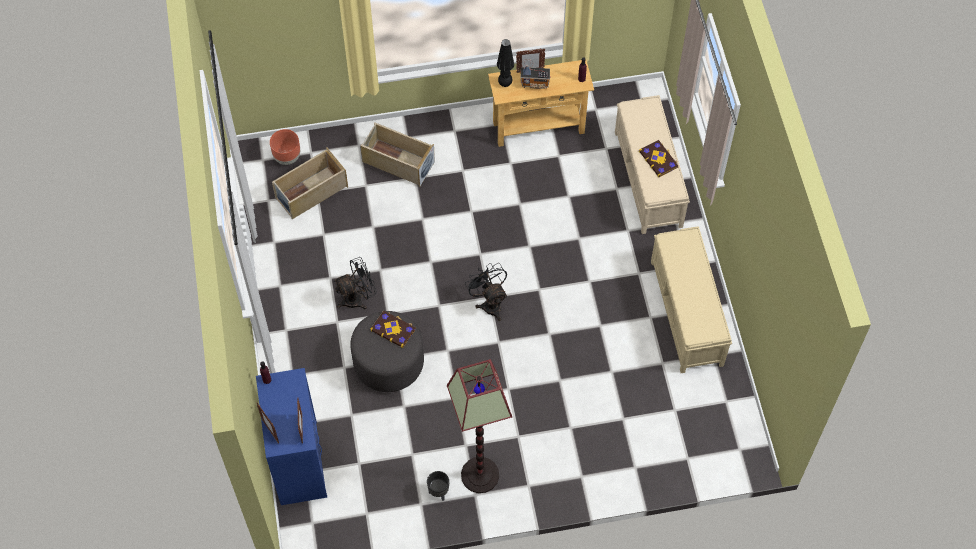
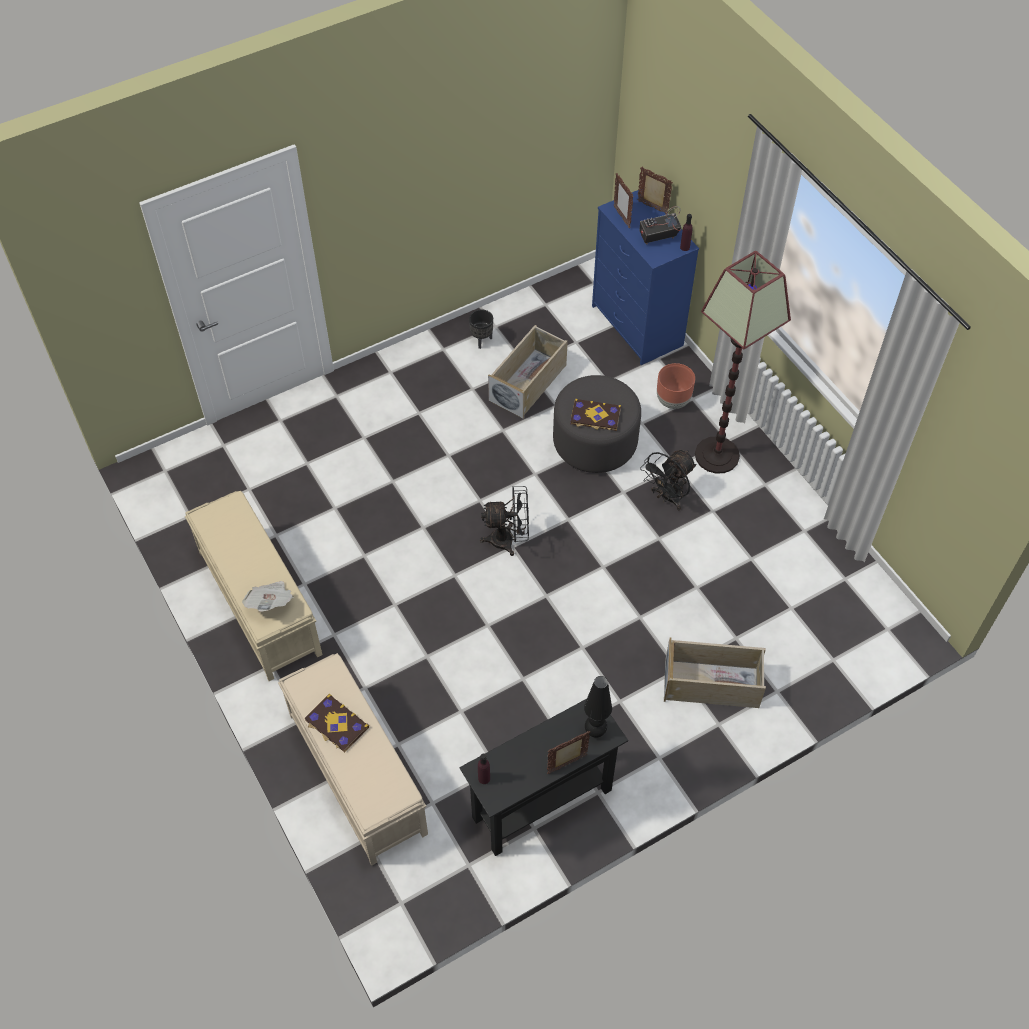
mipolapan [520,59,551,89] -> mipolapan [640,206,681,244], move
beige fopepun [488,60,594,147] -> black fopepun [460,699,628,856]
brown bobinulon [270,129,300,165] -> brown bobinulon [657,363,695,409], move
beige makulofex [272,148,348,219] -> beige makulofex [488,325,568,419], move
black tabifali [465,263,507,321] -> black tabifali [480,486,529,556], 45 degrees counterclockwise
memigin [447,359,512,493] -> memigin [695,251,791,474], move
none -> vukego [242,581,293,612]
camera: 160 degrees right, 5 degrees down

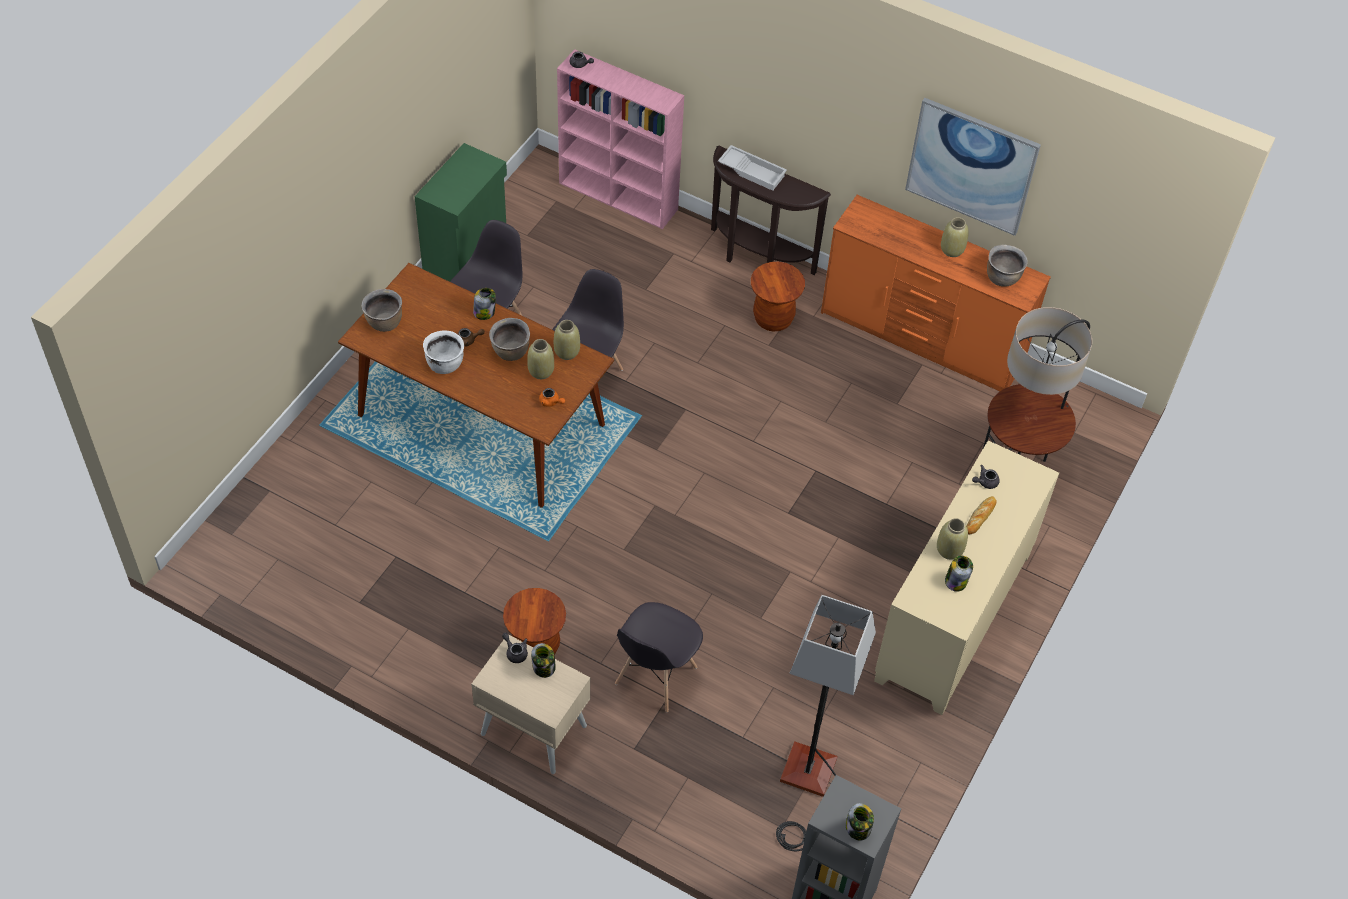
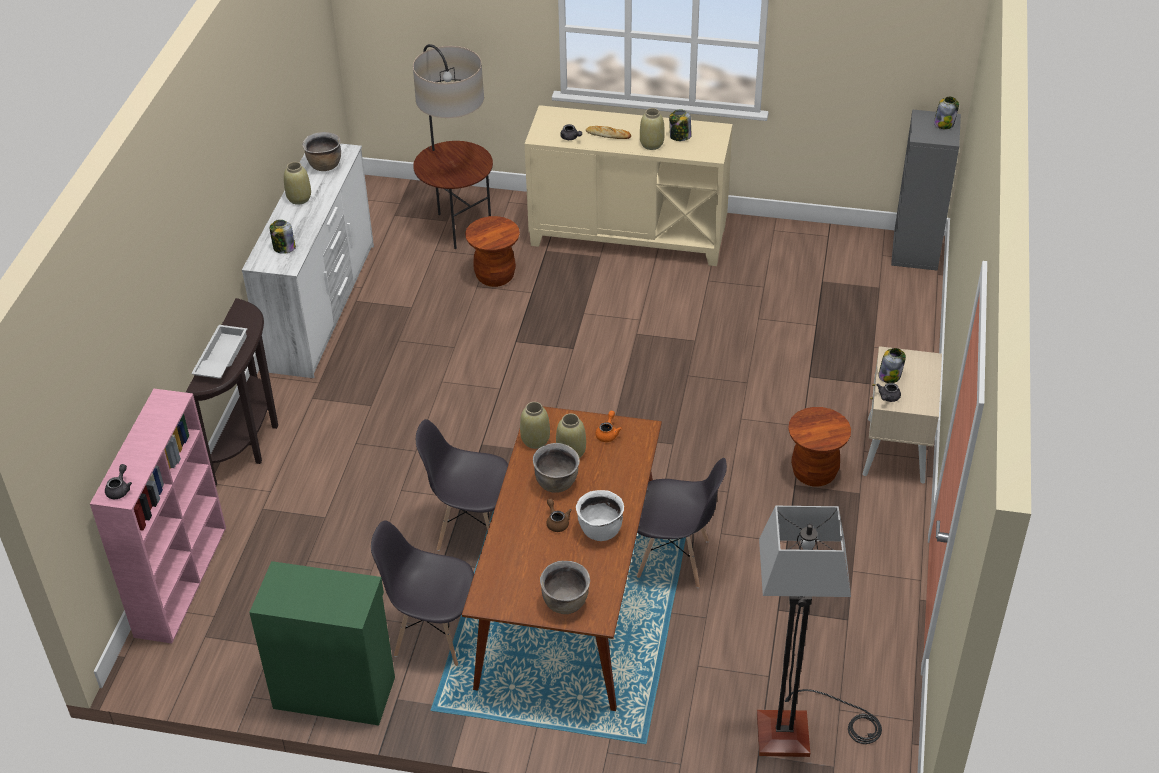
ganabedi [905,98,1041,236] -> none
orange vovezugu [821,195,1051,391] -> white vovezugu [242,143,374,378]
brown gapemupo [751,262,805,331] -> brown gapemupo [465,216,520,287], move
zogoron [473,288,496,320] -> zogoron [270,220,296,254], move
memigin [776,595,876,851] -> memigin [757,506,882,757], move
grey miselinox [615,602,703,713] -> grey miselinox [637,458,727,588], move
camera: 105 degrees left, 10 degrees down

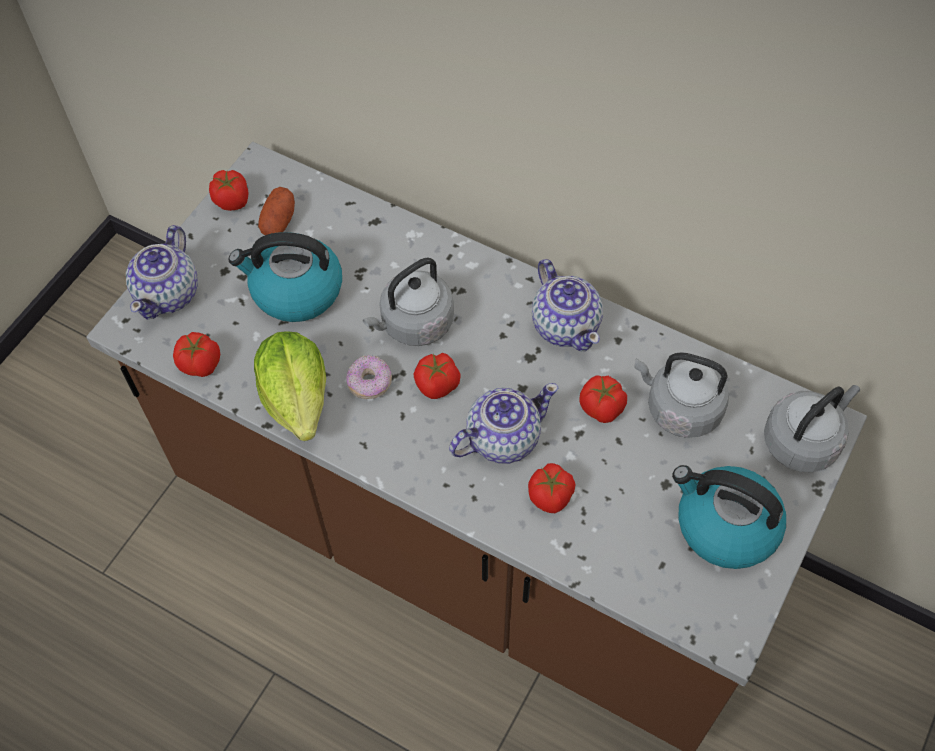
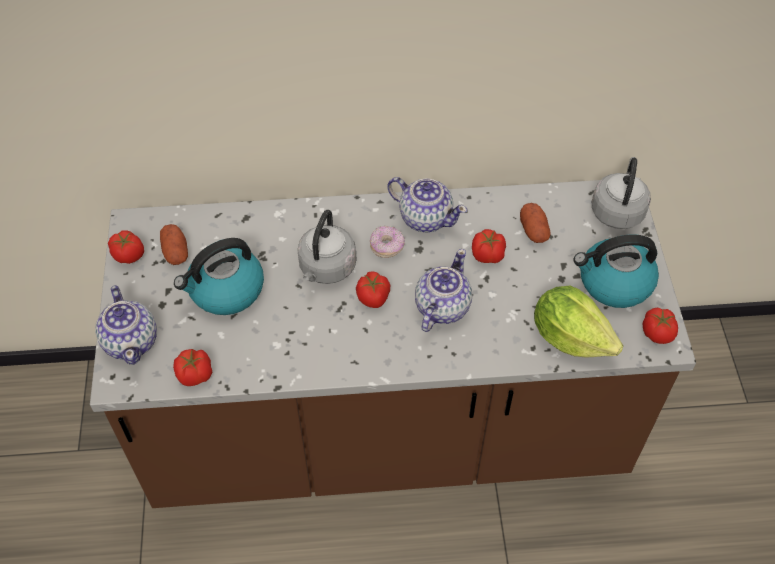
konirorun [254,331,326,441] -> konirorun [534,285,623,358], move
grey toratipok [634,352,729,438] -> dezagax [520,203,551,243]
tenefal [346,355,392,399] -> tenefal [370,226,405,258], move
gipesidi [528,463,576,513] -> gipesidi [642,308,678,344], move
camera: 35 degrees left, 5 degrees down

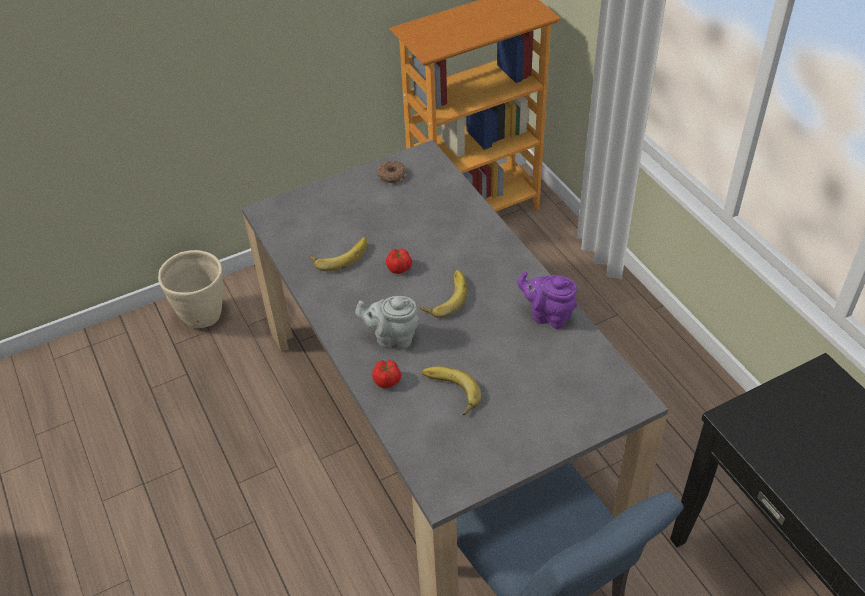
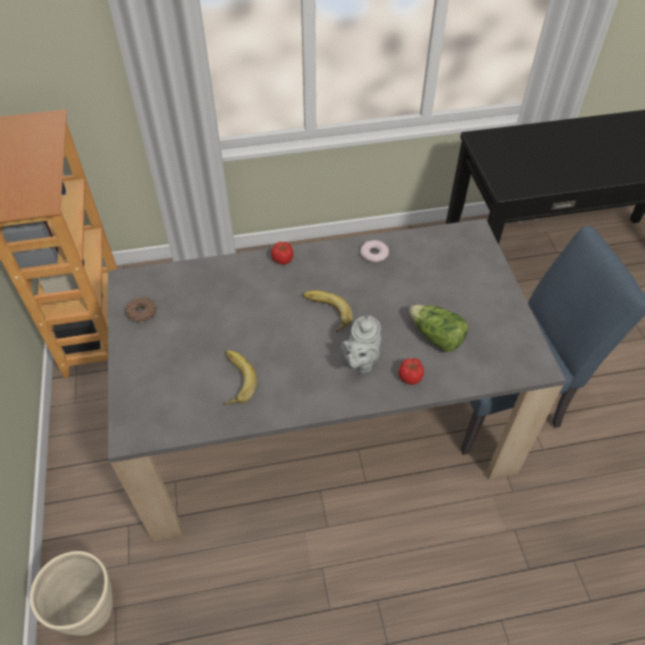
gipesidi [386,249,412,274] -> gipesidi [271,242,293,265], move
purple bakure [517,271,577,329] -> tenefal [360,240,389,262]
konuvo [422,366,482,415] -> konirorun [409,305,468,352]
camera: 75 degrees left, 5 degrees up

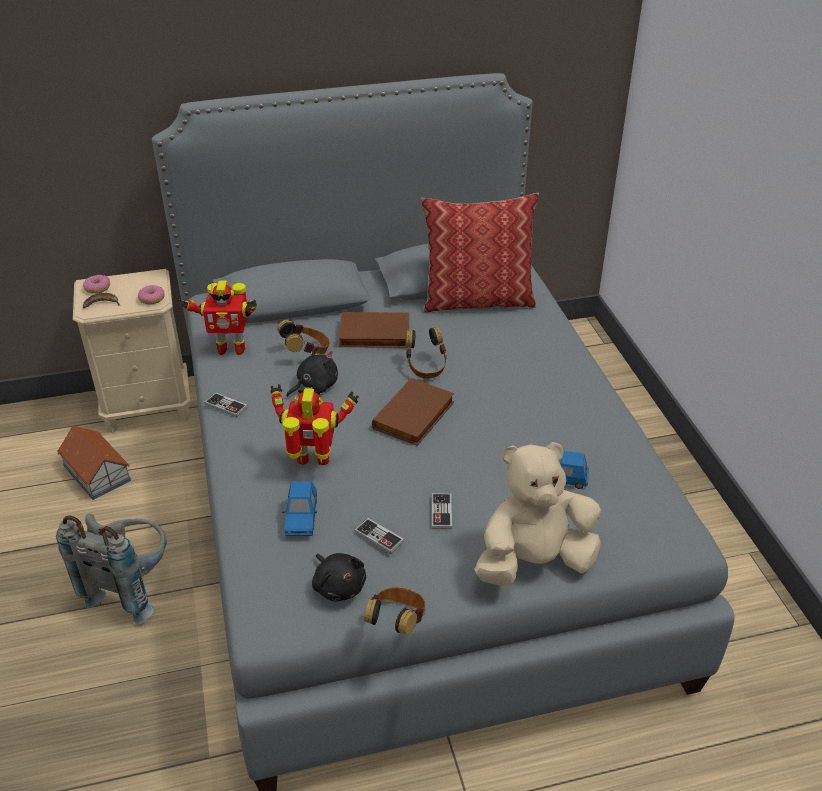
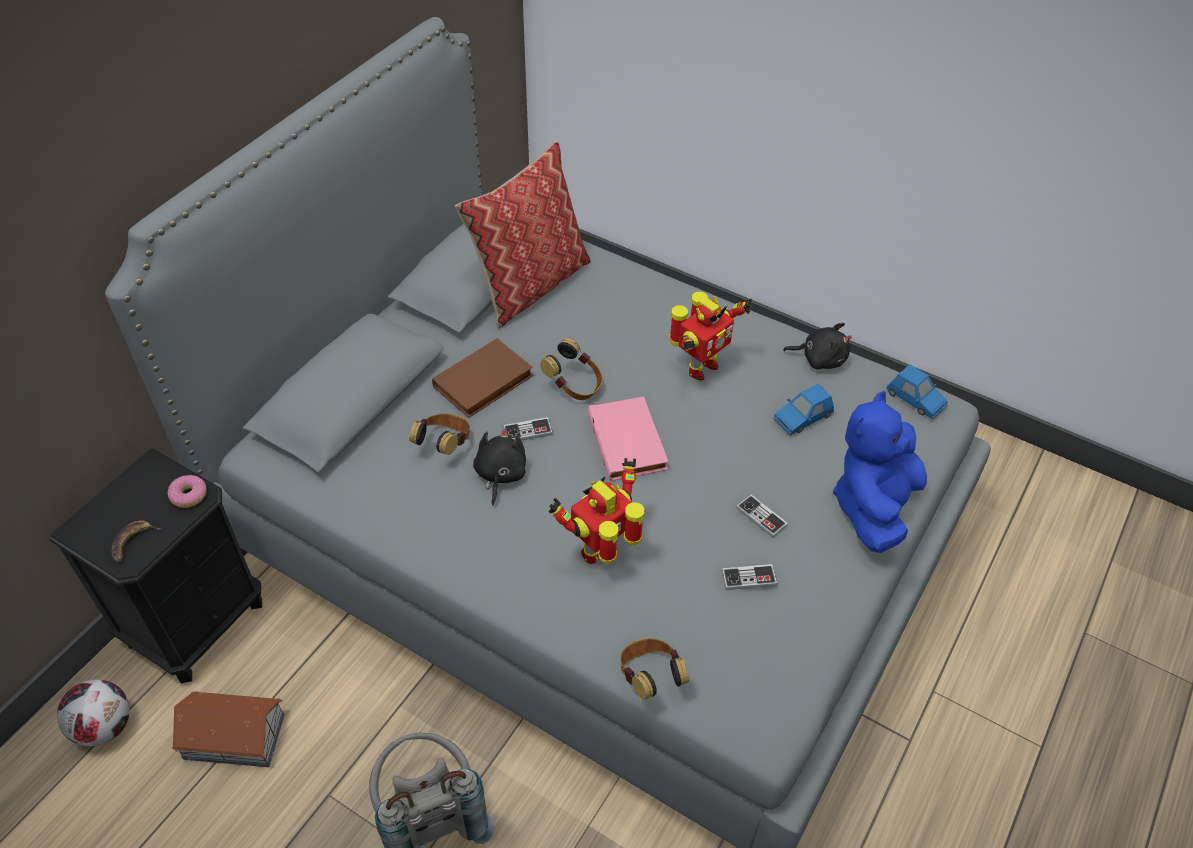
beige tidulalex [73,269,191,433] -> black tidulalex [49,449,262,683]
tenefal [83,275,110,294] -> none
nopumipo [178,281,257,355] -> nopumipo [669,292,752,381], move
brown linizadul [372,378,455,446] -> pink linizadul [588,396,668,481]
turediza [205,392,248,418] -> turediza [503,417,553,441], move
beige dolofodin [475,442,601,586] -> blue dolofodin [833,391,927,553]
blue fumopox [282,481,317,536] -> blue fumopox [887,364,948,419], move
black dolofodin [312,553,366,602] -> black dolofodin [783,323,852,370], move
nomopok [364,587,425,635] -> nomopok [620,638,689,700], move
none -> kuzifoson [57,679,130,746]
camera: 45 degrees left, 10 degrees up

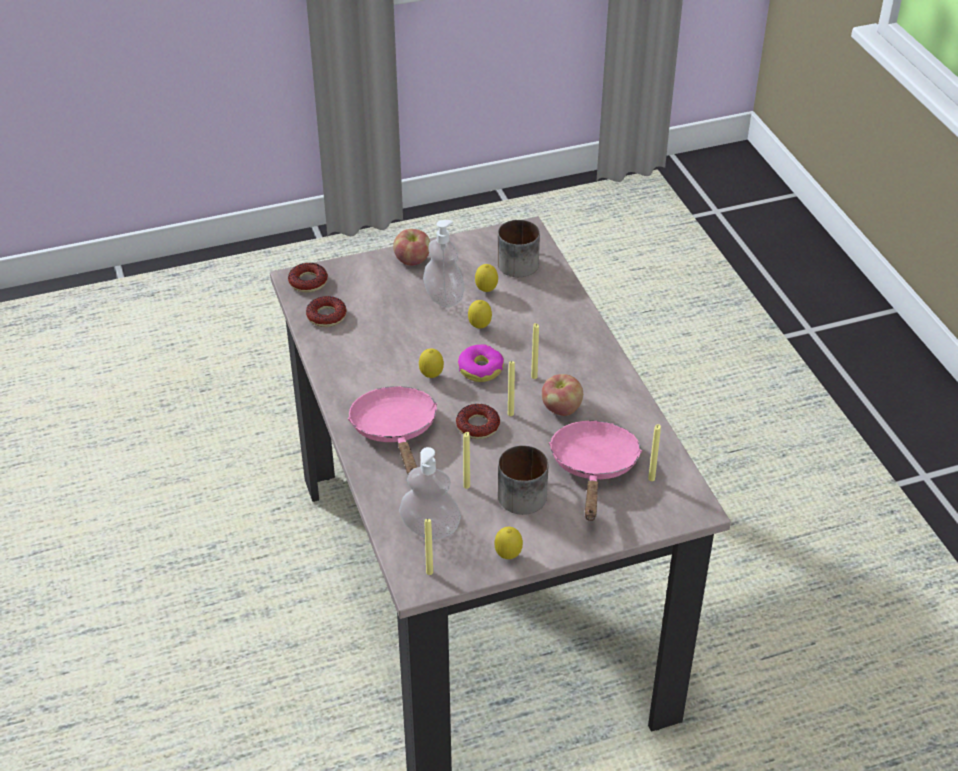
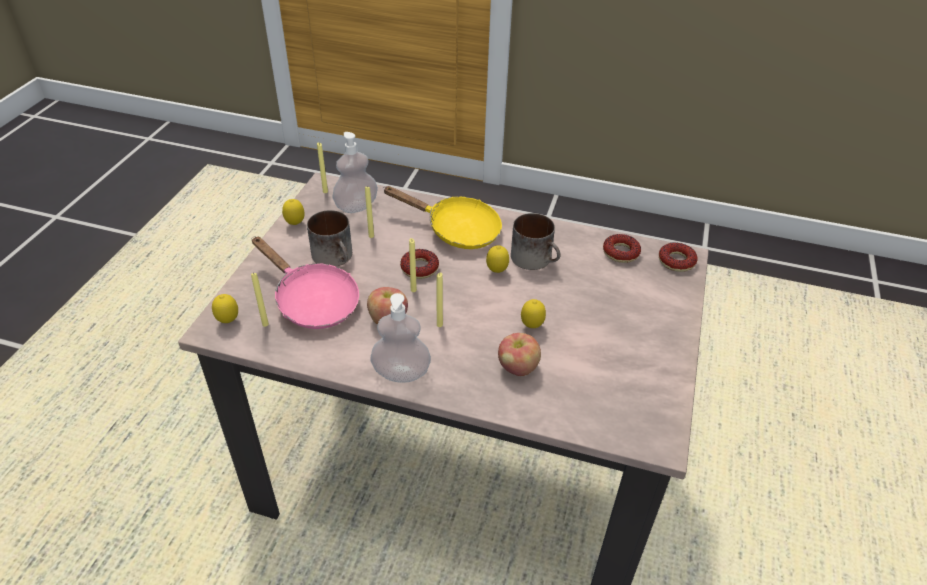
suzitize [423,220,465,307] -> suzitize [371,293,431,383], move
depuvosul [498,220,540,277] -> depuvosul [511,213,561,270], move
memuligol [393,229,430,266] -> memuligol [498,333,541,376], move
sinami [475,264,498,292] -> sinami [212,294,238,323], move
tenefal [458,344,504,382] -> none
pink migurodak [348,386,438,474] -> yellow migurodak [383,186,502,249]
camera: 125 degrees right, 0 degrees up

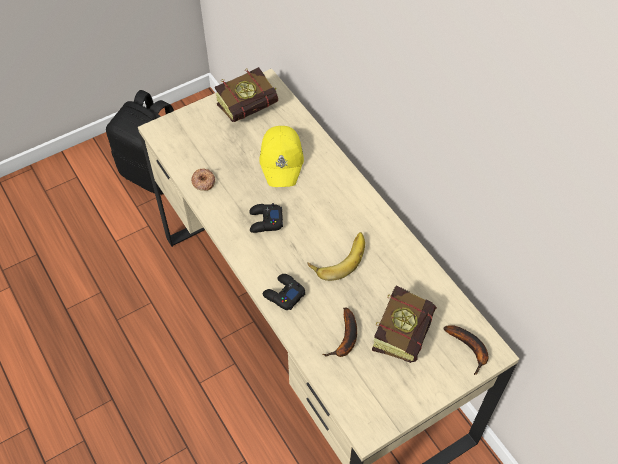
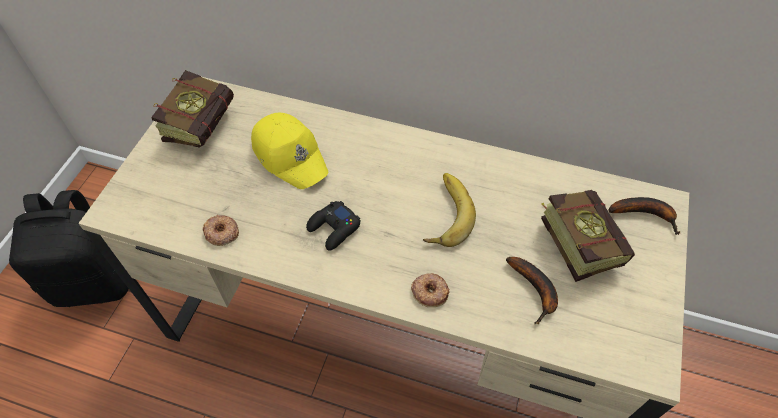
black turediza [263,274,305,310] -> tenefal [411,273,450,307]
camera: 40 degrees left, 0 degrees up

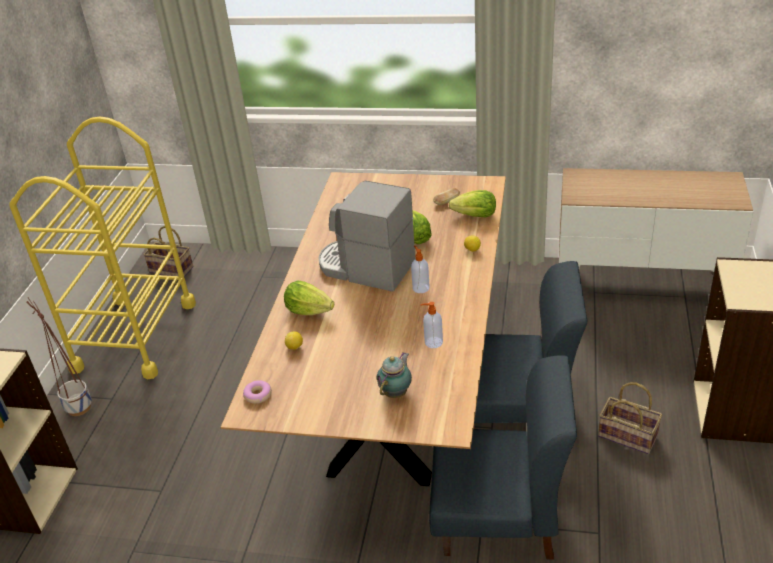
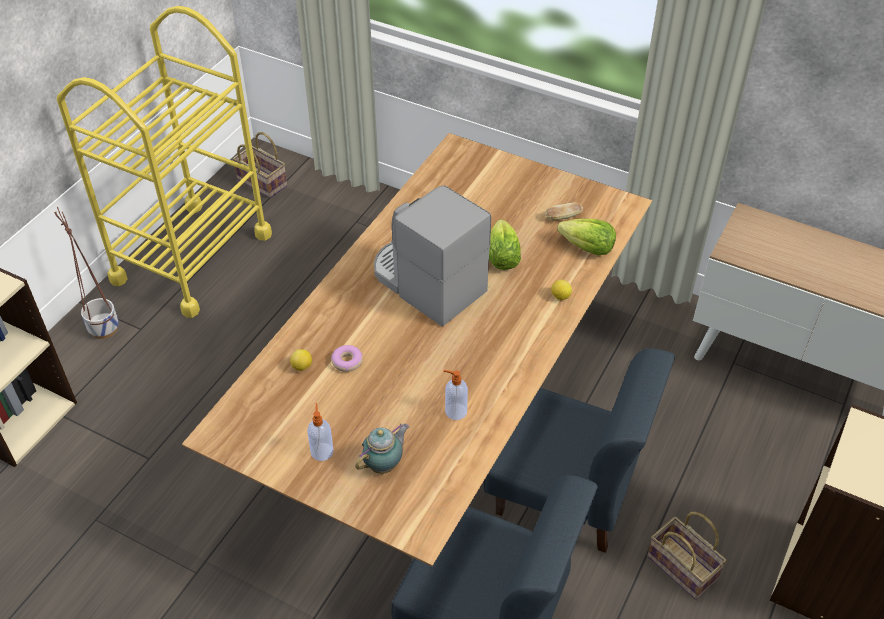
suzitize [411,245,430,293] -> suzitize [307,403,334,461], move
konirorun [284,281,335,315] -> none
tenefal [243,380,272,404] -> tenefal [331,345,363,372], move
camera: 15 degrees right, 10 degrees up

